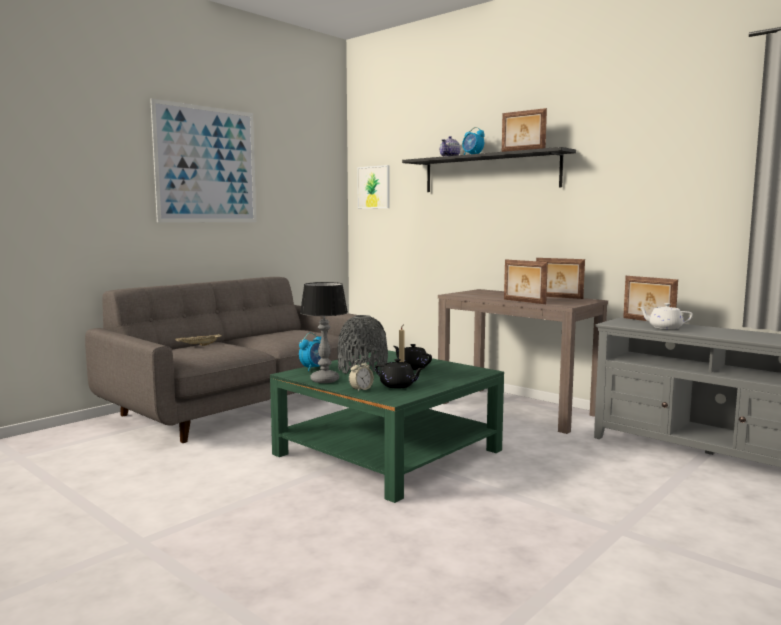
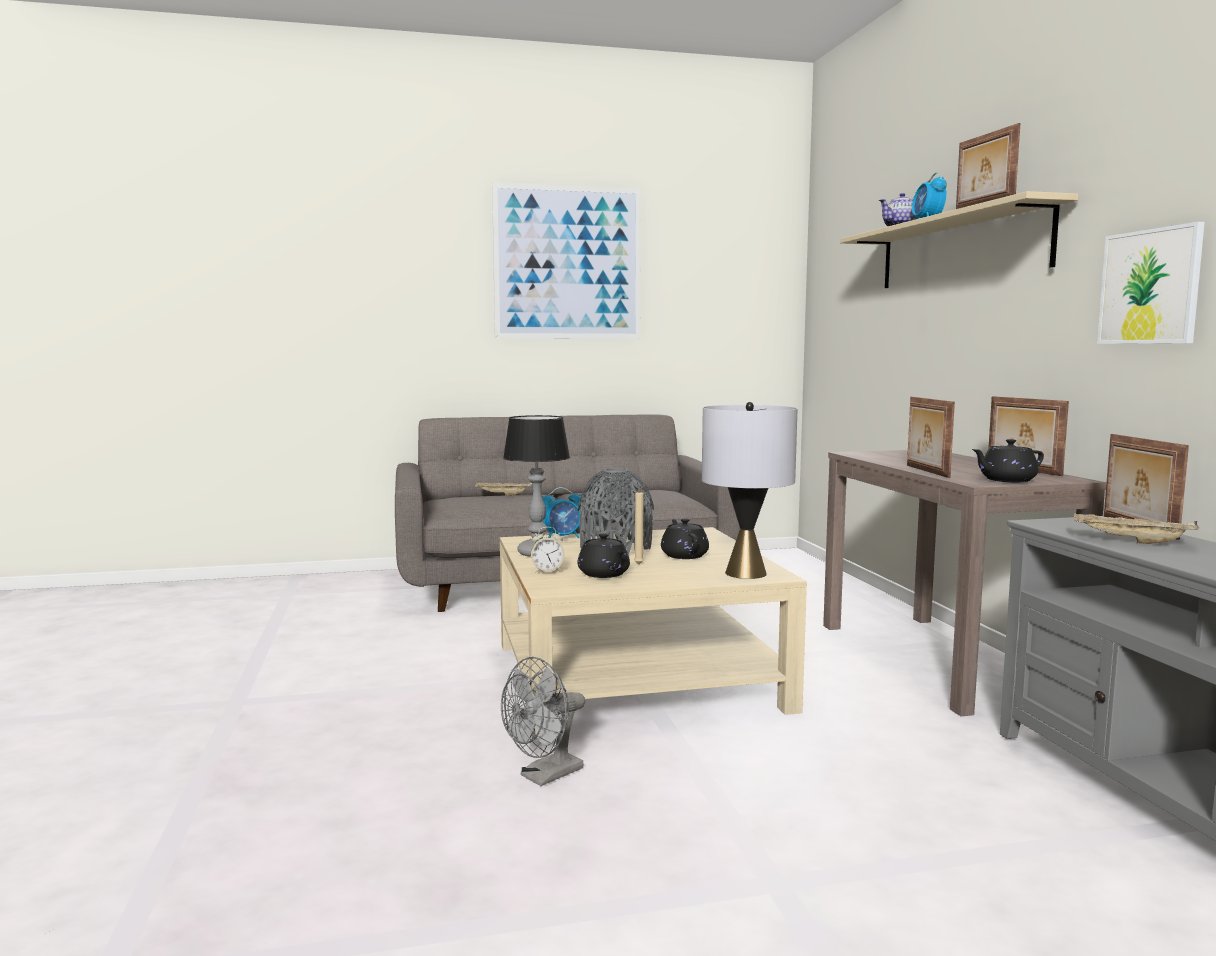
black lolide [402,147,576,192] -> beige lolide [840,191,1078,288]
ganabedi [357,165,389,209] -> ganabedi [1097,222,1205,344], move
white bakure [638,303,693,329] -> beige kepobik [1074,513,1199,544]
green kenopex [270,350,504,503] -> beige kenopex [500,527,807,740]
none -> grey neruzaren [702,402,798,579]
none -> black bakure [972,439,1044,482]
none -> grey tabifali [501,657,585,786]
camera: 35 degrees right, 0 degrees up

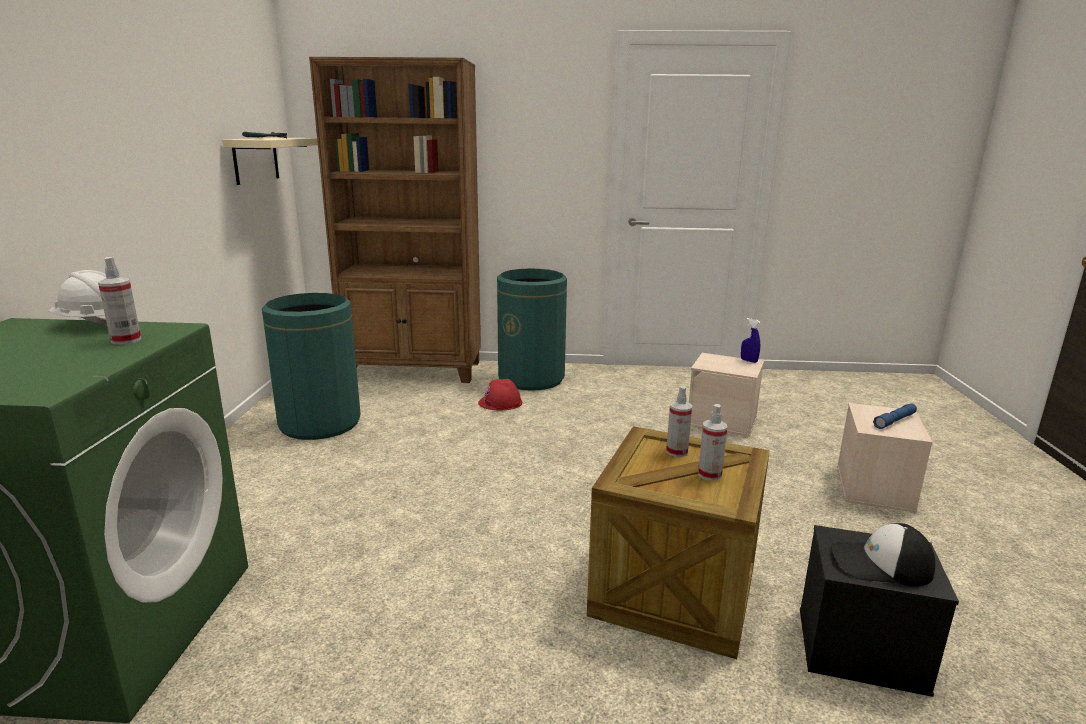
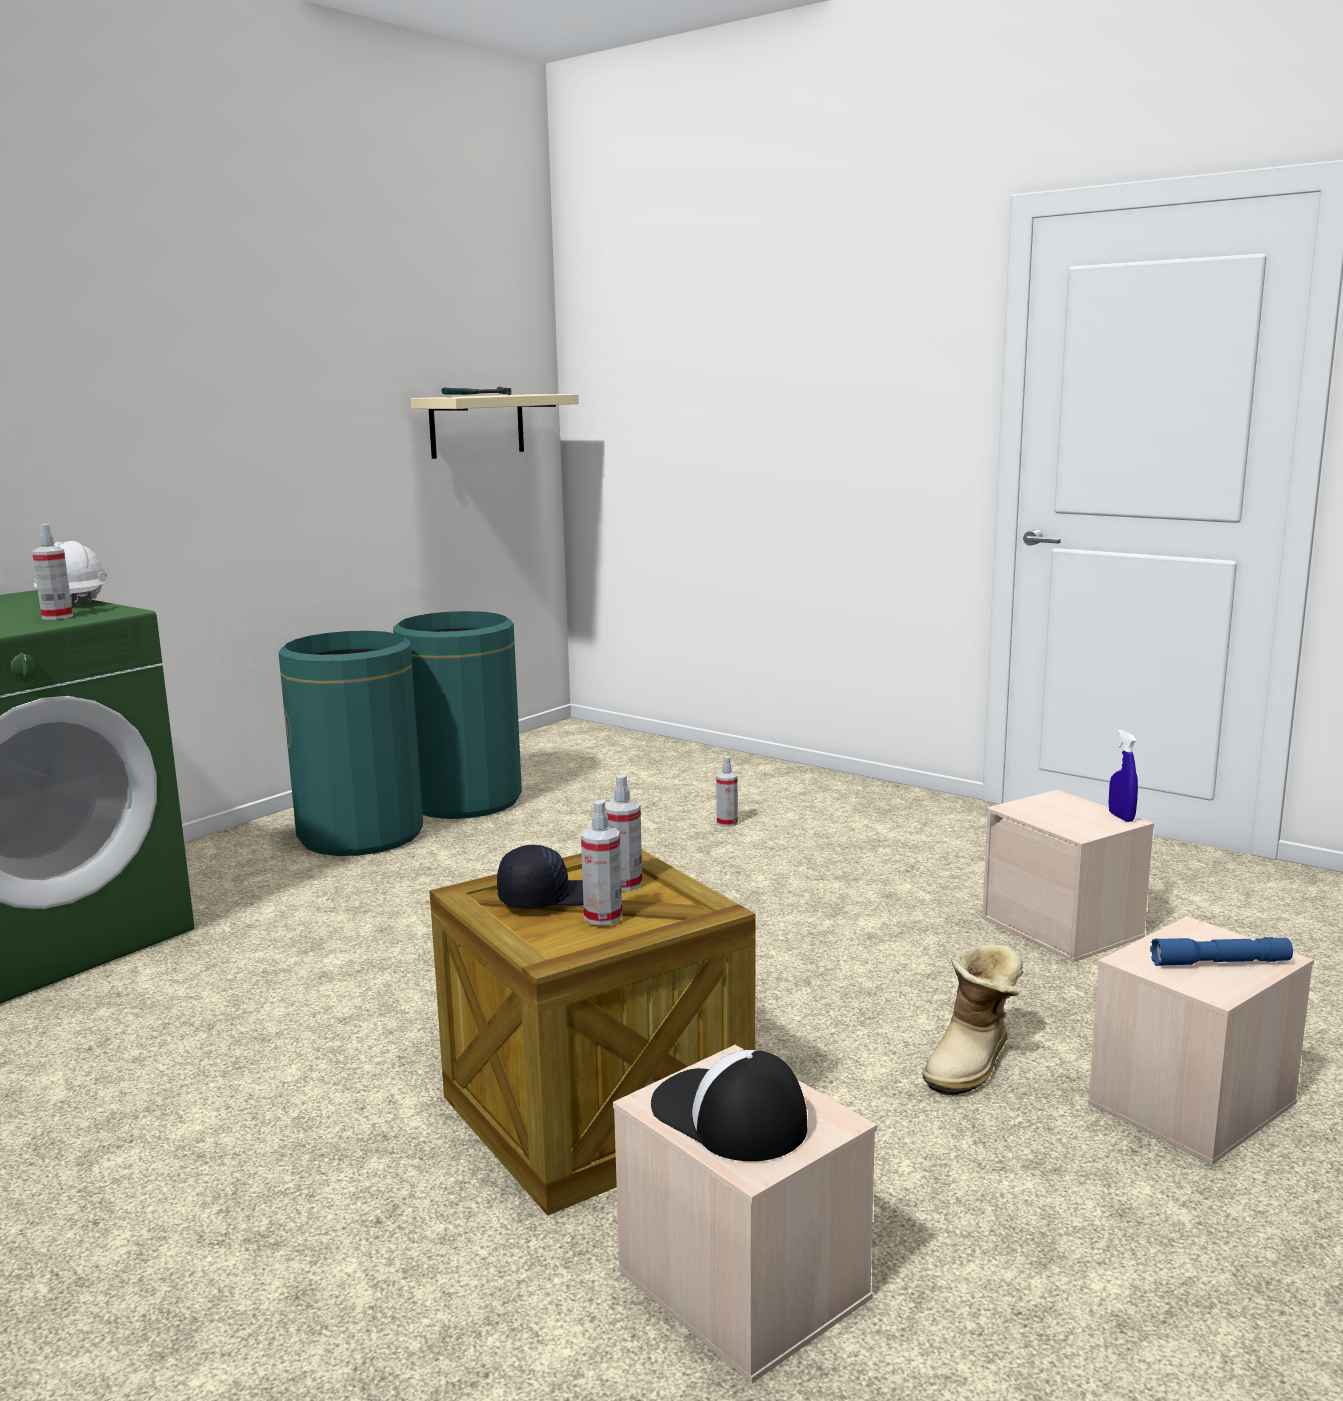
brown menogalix [309,57,481,383] -> none
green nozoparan [497,269,567,391] -> green nozoparan [279,631,423,856], move
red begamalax [478,379,522,410] -> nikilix [716,756,738,827]
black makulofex [800,525,959,697] -> beige makulofex [613,1045,877,1383]
none -> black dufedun [497,845,583,909]
none -> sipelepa [922,944,1023,1096]
camera: 35 degrees right, 5 degrees down

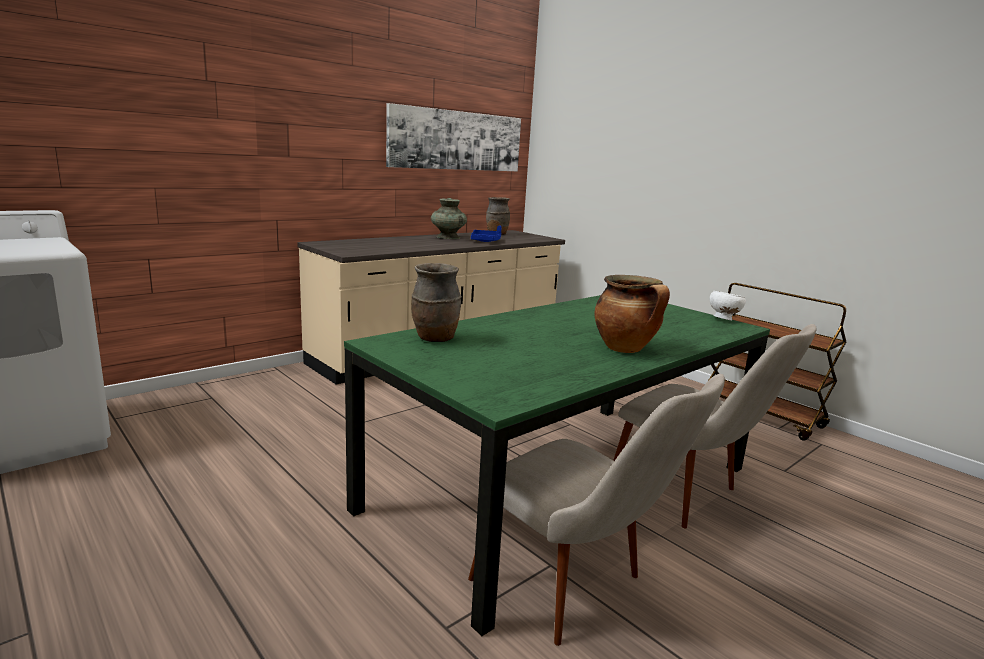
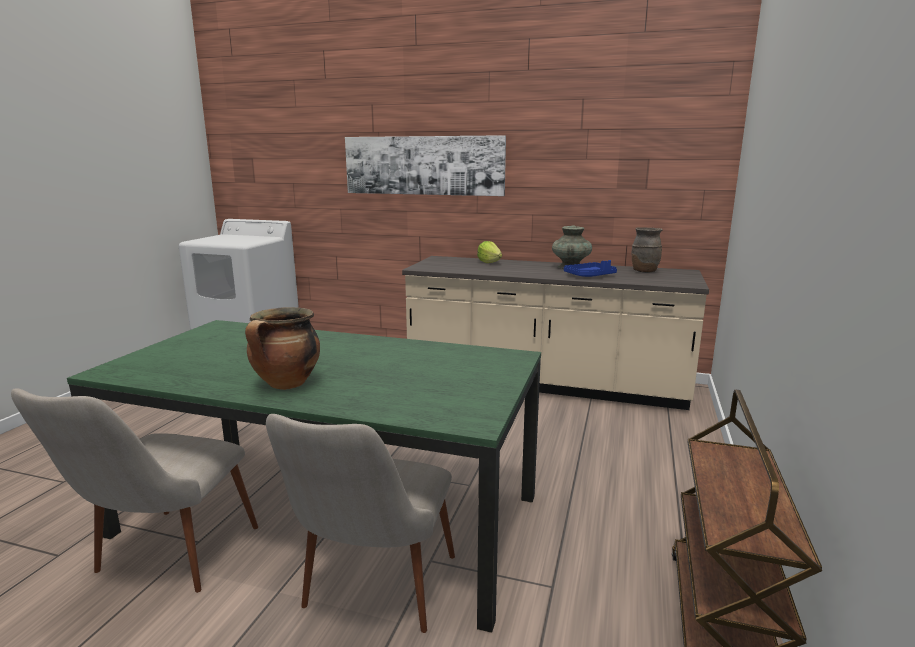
ganabedi [386,103,521,171] -> ganabedi [345,135,506,196], move
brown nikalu [411,263,462,342] -> none
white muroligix [710,291,746,321] -> none
none -> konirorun [477,241,502,263]
camera: 60 degrees right, 0 degrees up

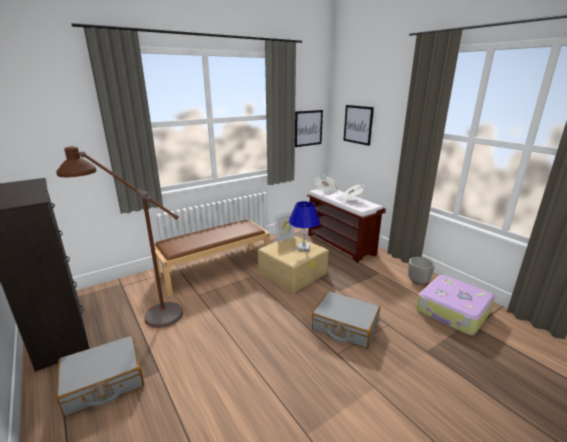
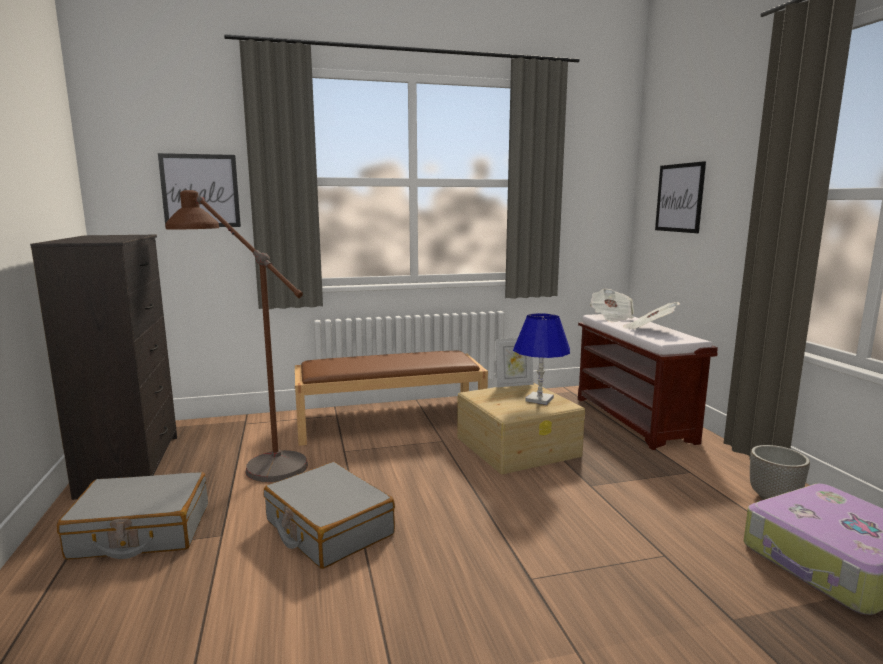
ganabedi [295,110,323,147] -> ganabedi [158,153,241,228], move
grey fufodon [312,291,381,349] -> grey fufodon [264,462,395,569], move
camera: 20 degrees right, 10 degrees down

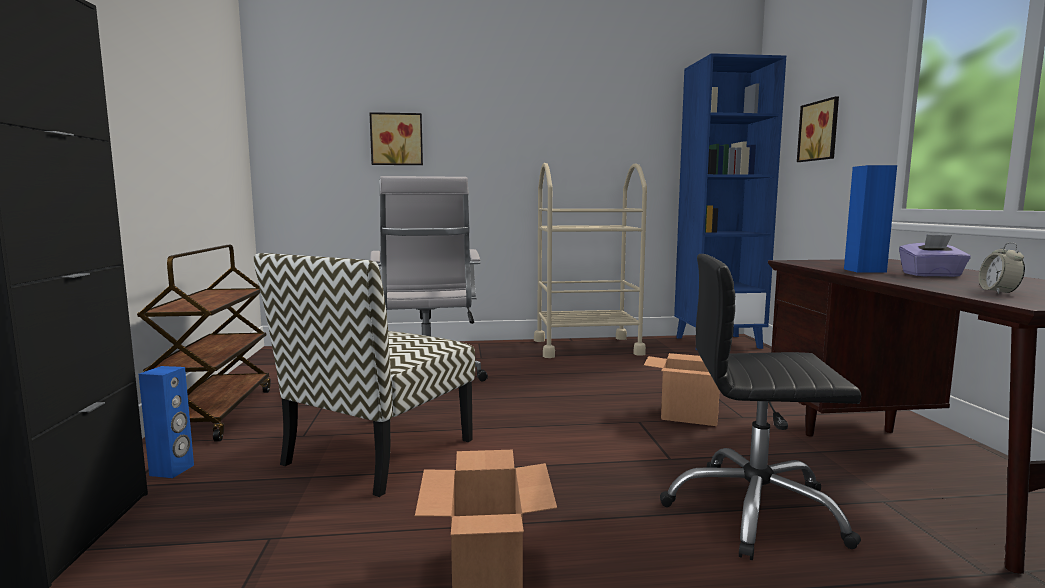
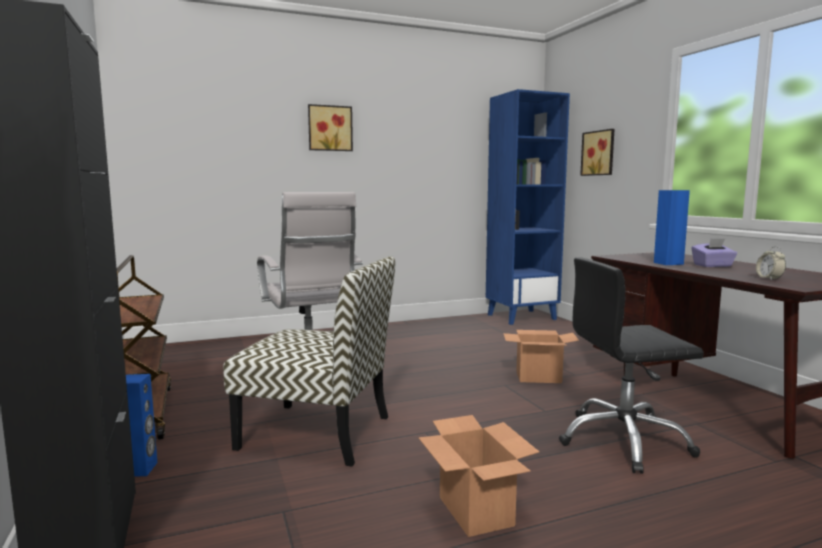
ganabedi [369,112,423,165] -> ganabedi [308,104,353,151], move
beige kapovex [534,163,647,358] -> none
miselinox [254,253,475,497] -> miselinox [223,256,395,466], 90 degrees counterclockwise
camera: 15 degrees left, 0 degrees up

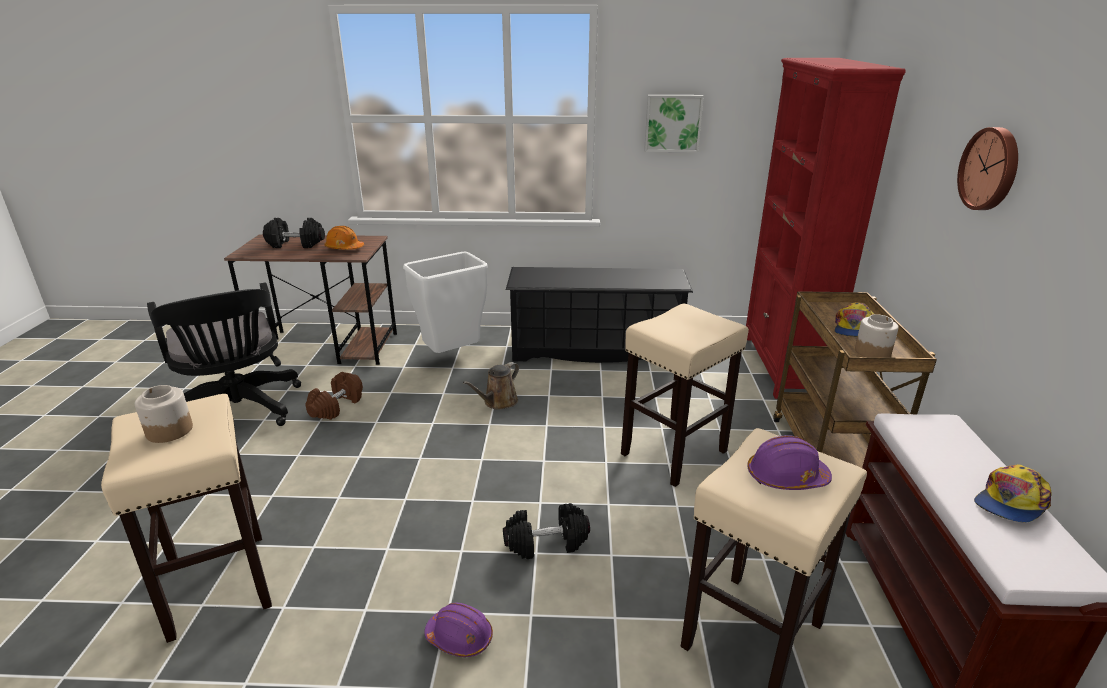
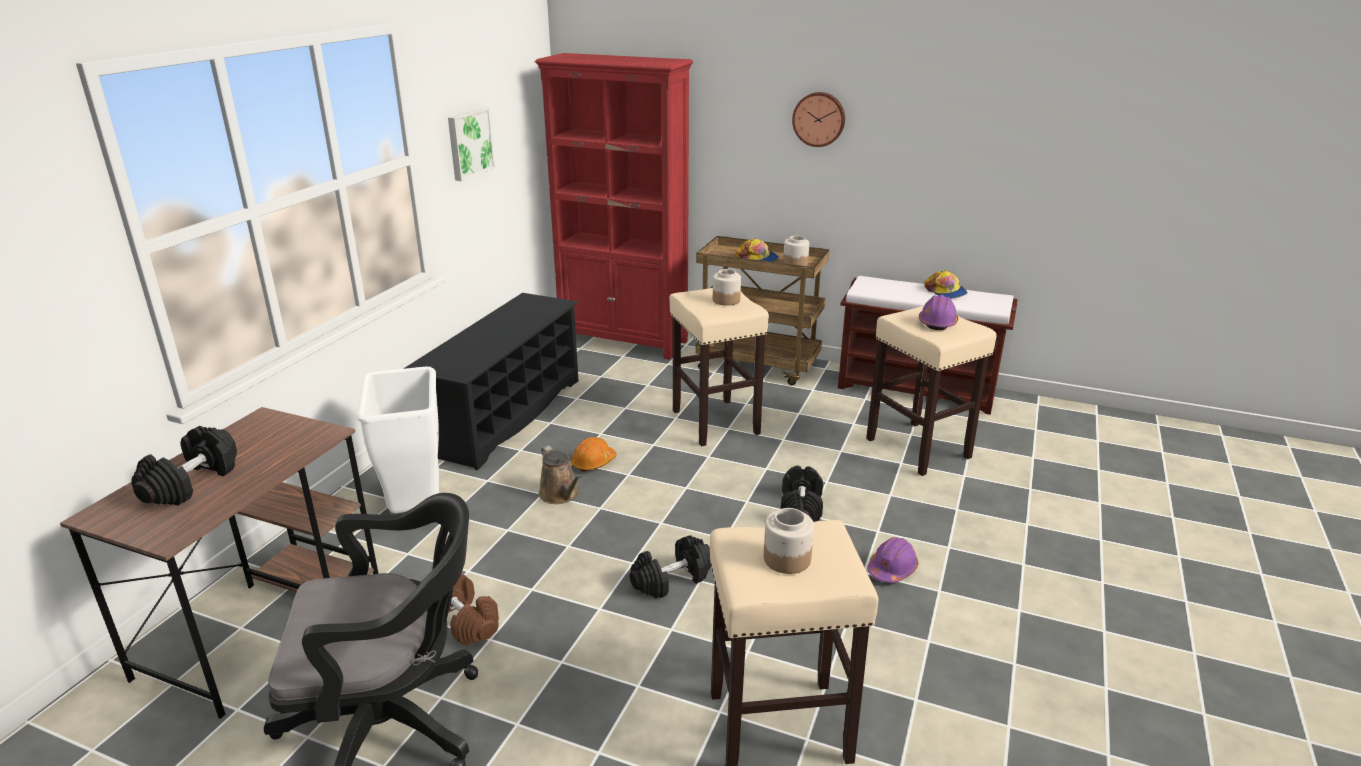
orange begamalax [324,226,364,250] -> orange begamalax [571,437,617,472], move
none -> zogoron [713,269,741,306]
none -> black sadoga [630,535,711,598]
camera: 70 degrees left, 0 degrees up

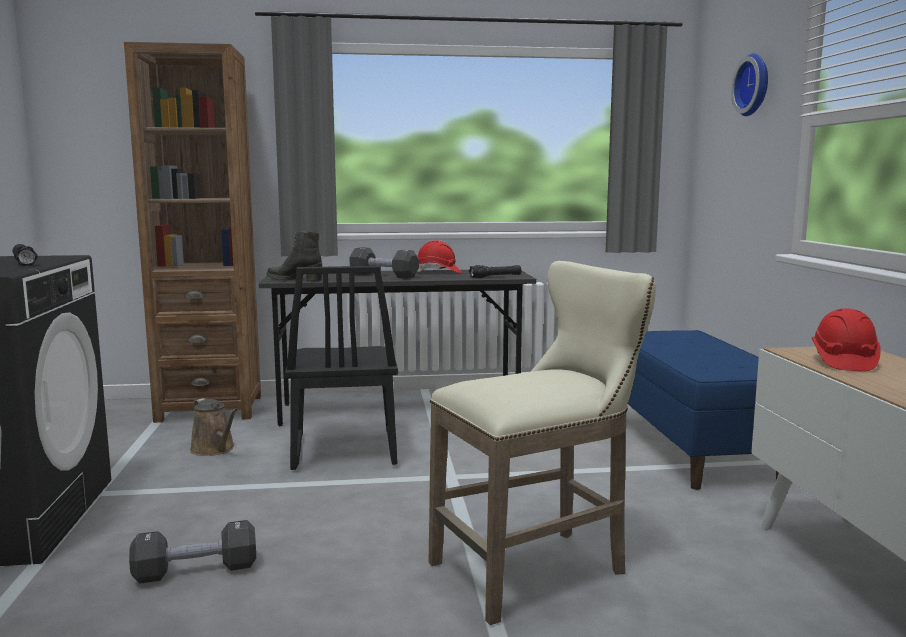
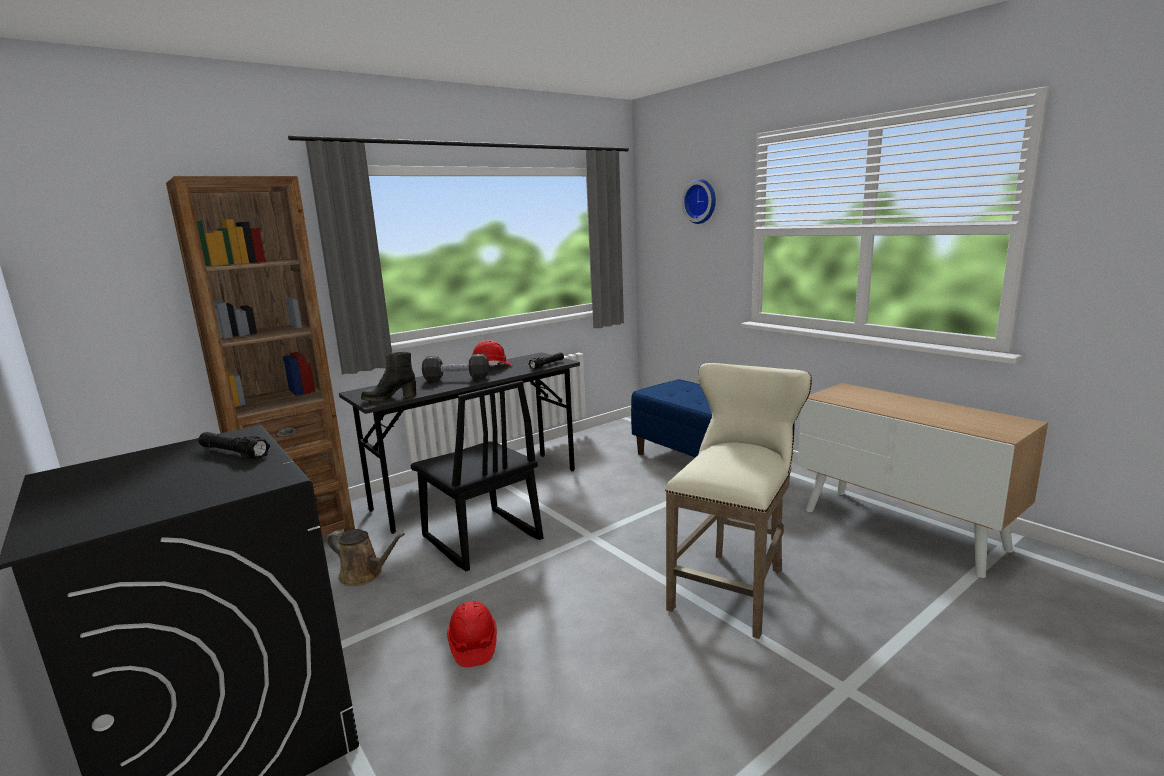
red begamalax [812,309,881,371] -> red begamalax [447,601,497,667], move
black sadoga [129,520,256,584] -> none
camera: 30 degrees left, 5 degrees up

